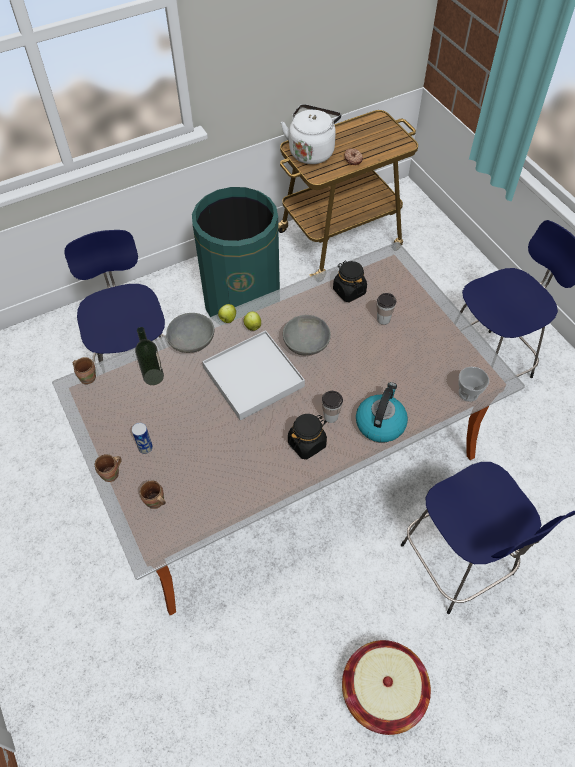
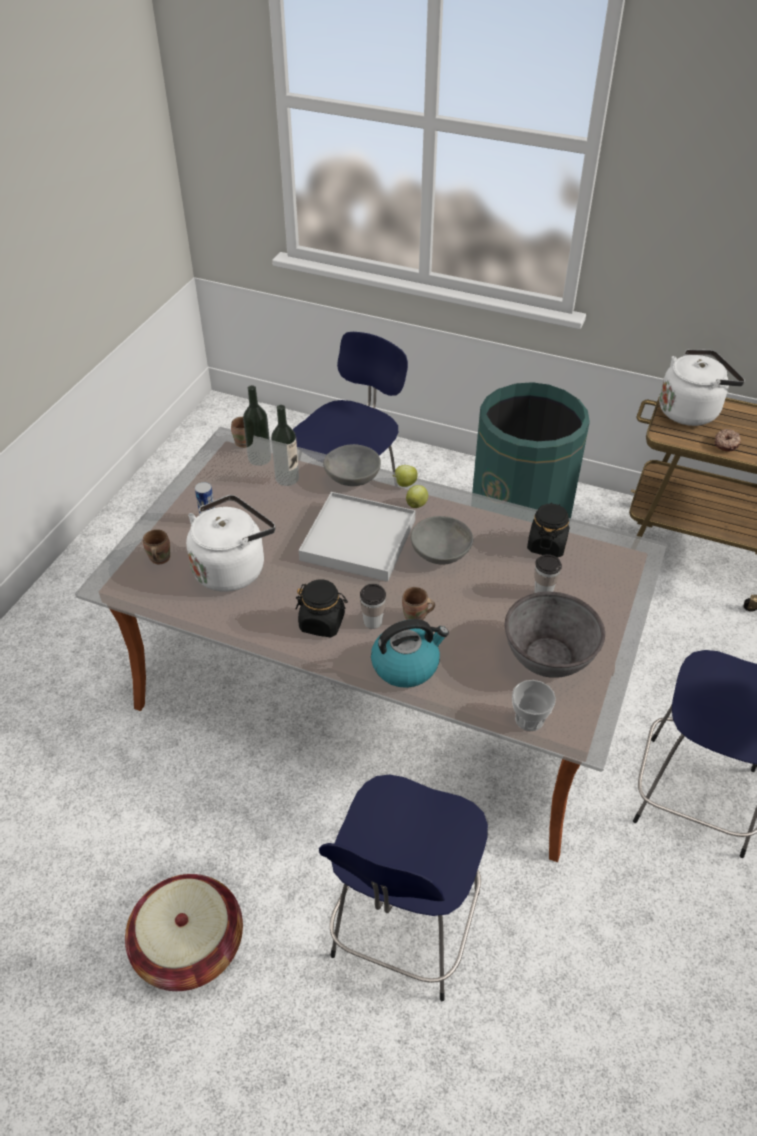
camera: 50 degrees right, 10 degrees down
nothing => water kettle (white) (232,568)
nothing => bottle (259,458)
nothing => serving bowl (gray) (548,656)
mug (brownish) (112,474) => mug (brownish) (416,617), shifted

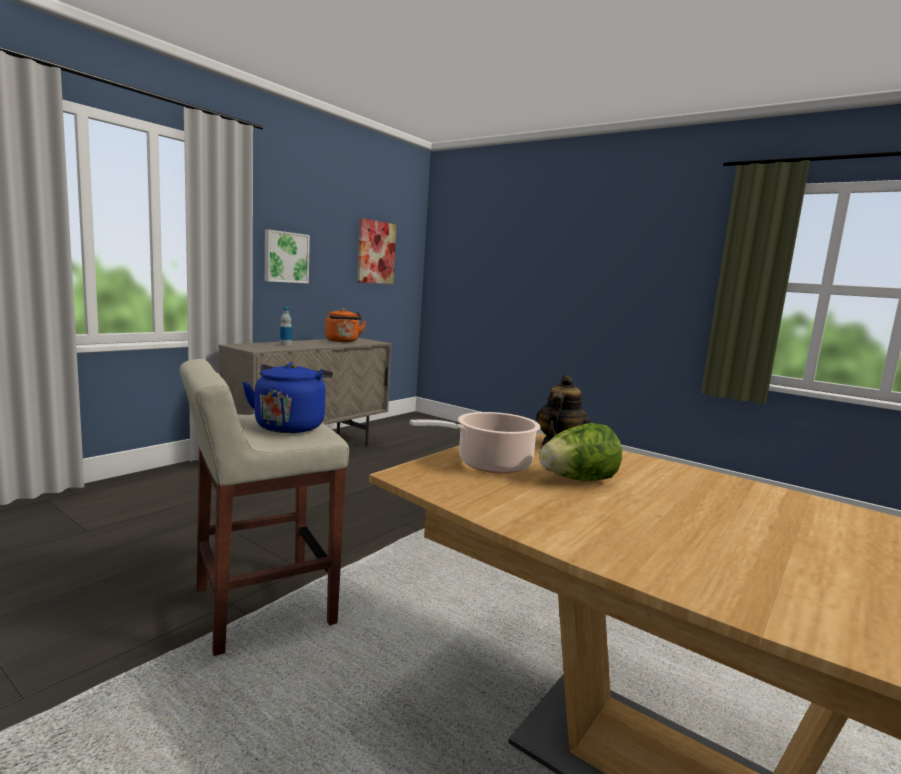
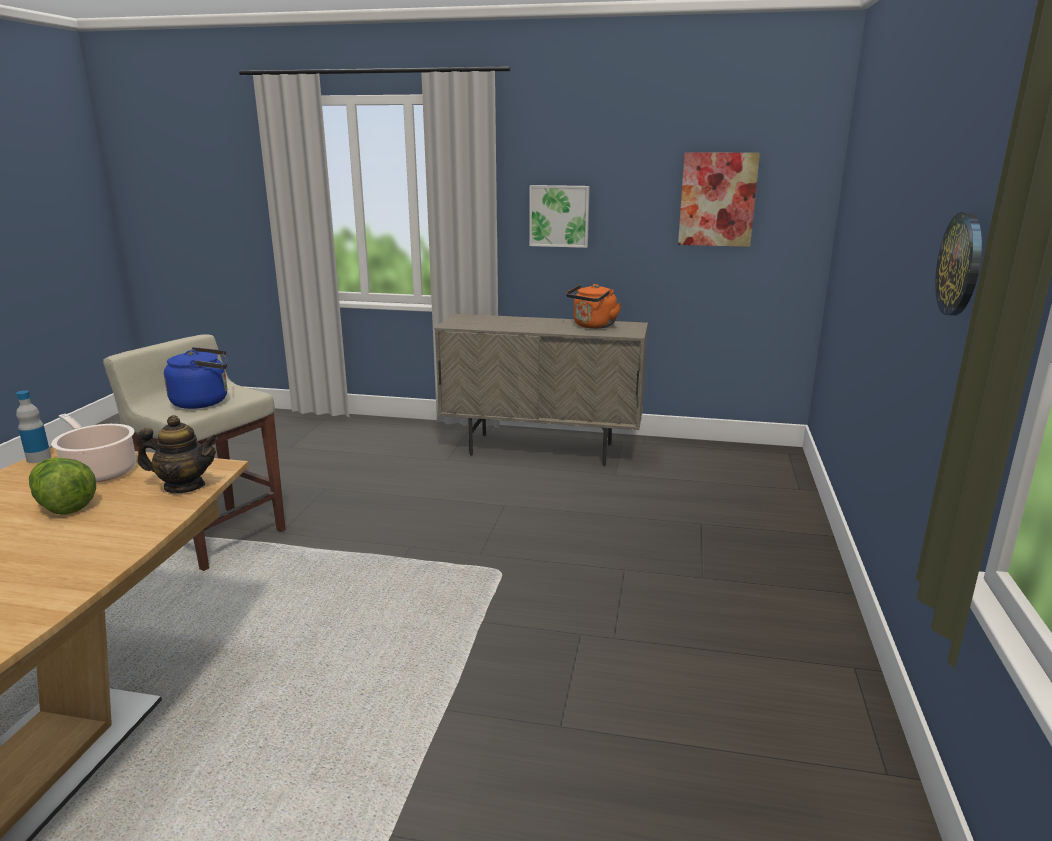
camera: 65 degrees right, 10 degrees up
nothing => hanging clock (961,264)
bottle (285,345) => bottle (39,458), shifted

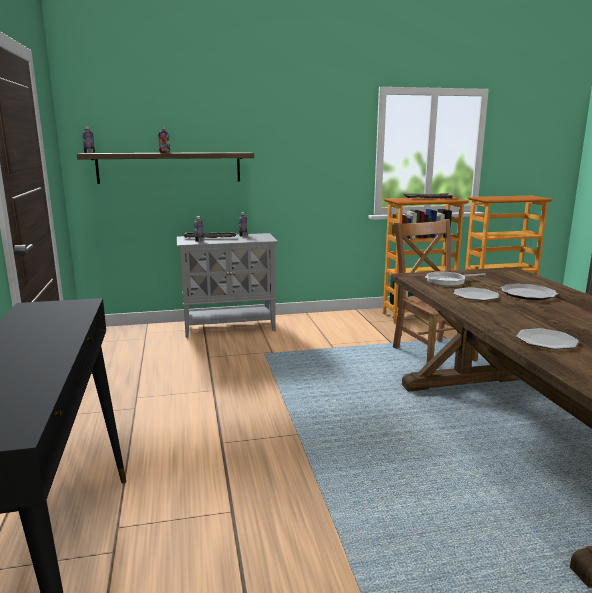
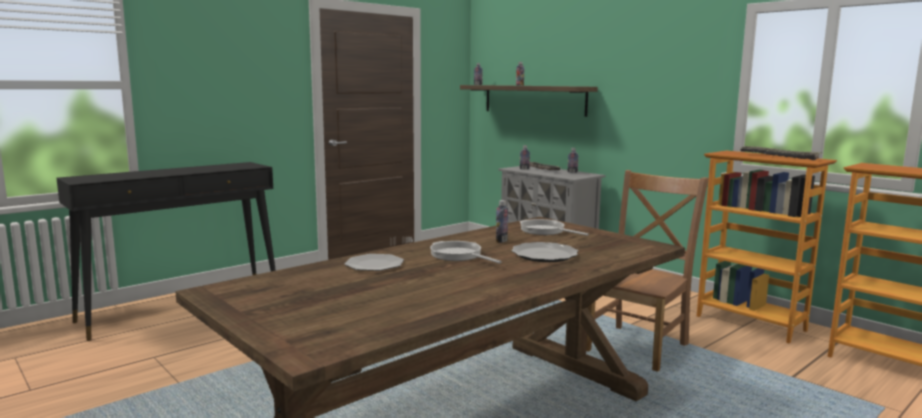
camera: 60 degrees right, 5 degrees down
nothing => frying pan (458,255)
flat dish (476,295) => bottle (501,241)

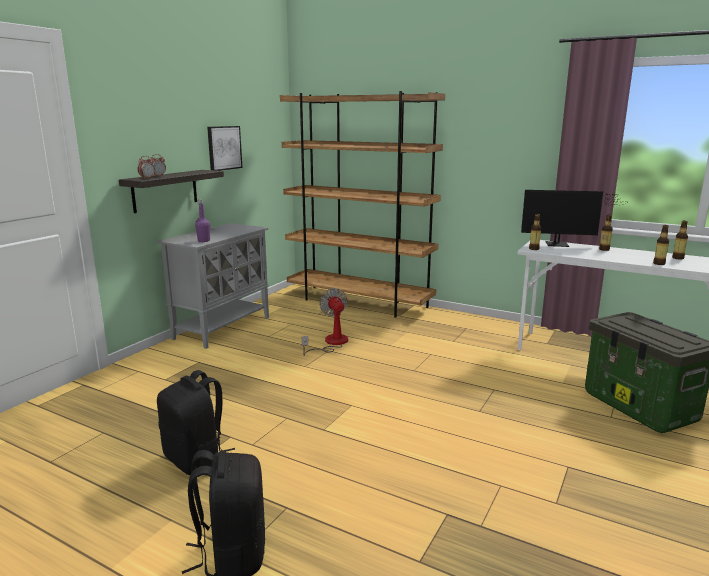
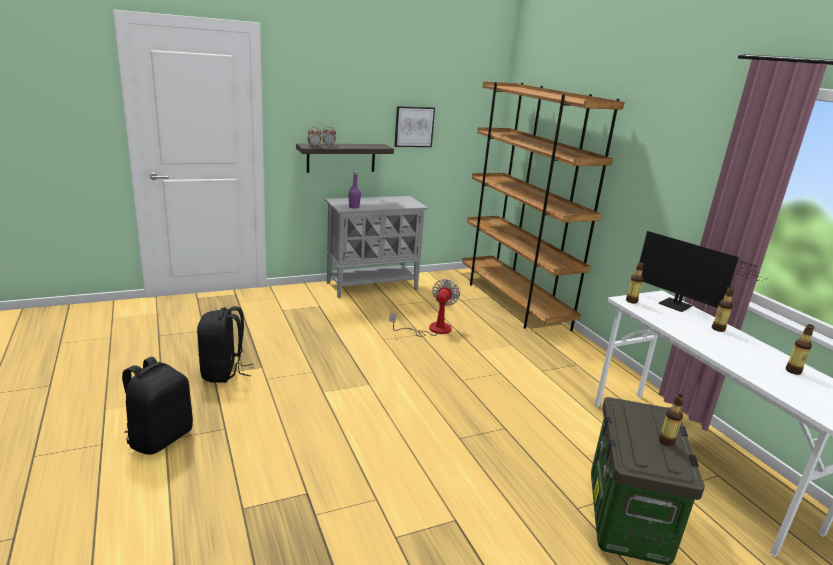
camera: 35 degrees right, 5 degrees up
bottle (659,263) => bottle (666,441), shifted

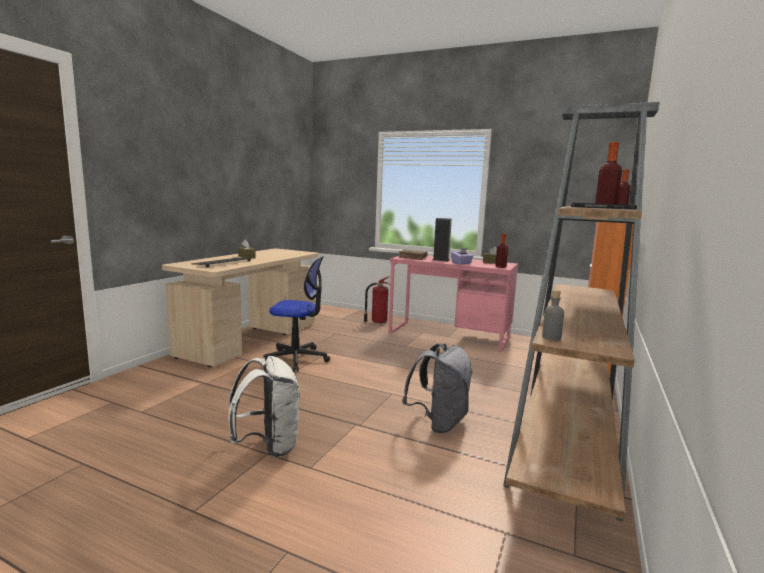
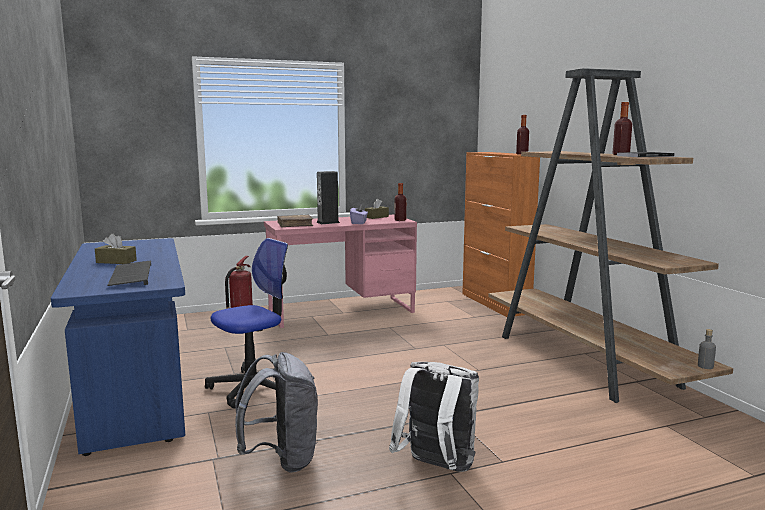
camera: 45 degrees left, 0 degrees up
rucksack (gray) (439,423) => rucksack (gray) (282,459), shifted
bottle (gray) (551,337) => bottle (gray) (705,366), shifted
desk unit (sand-coloured) (251,339) => desk unit (blue) (135,391)

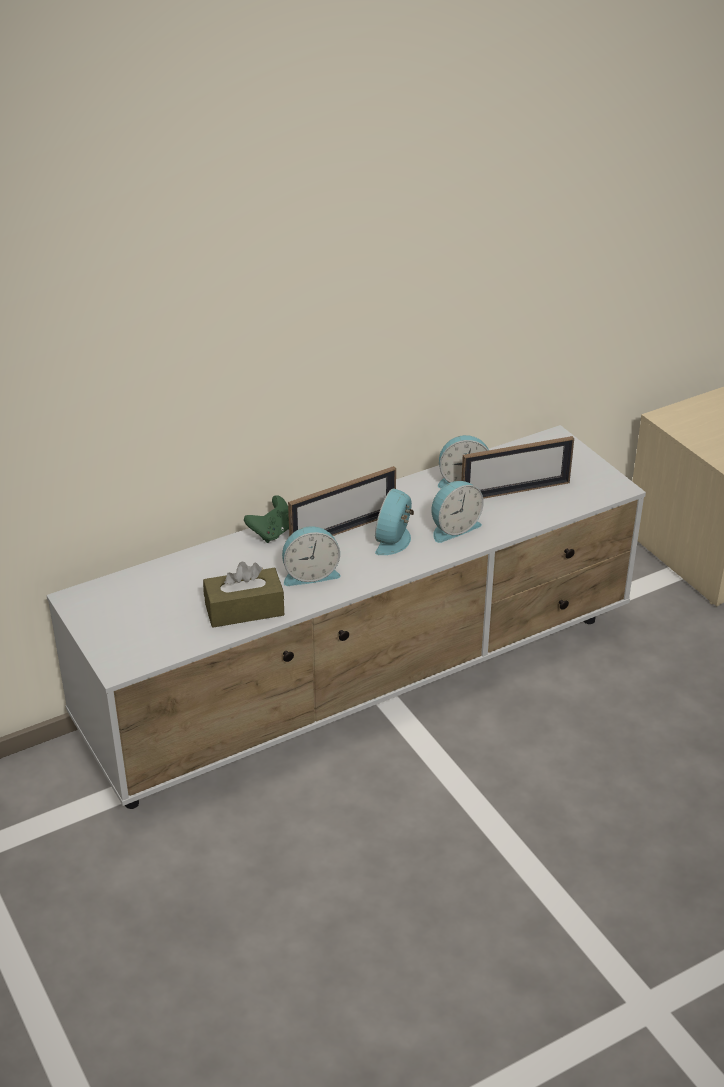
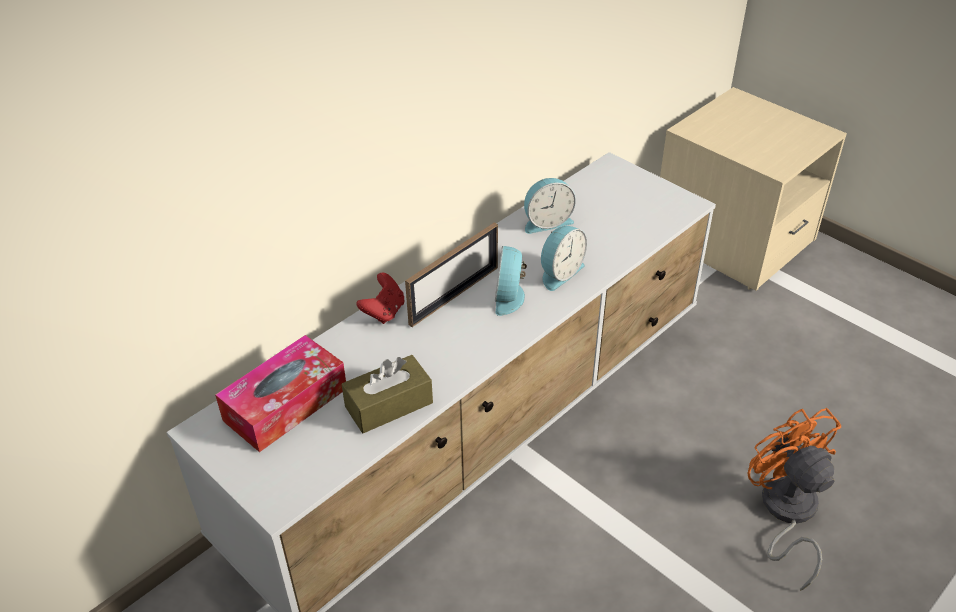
camera: 15 degrees left, 5 degrees up
bedside clock (310,574) => nothing
photo frame (515,491) => nothing
nothing => tissue box (286,404)
nothing => electric fan (orange) (785,513)
game controller (green-coloured) (272,533) => game controller (reddish) (384,312)

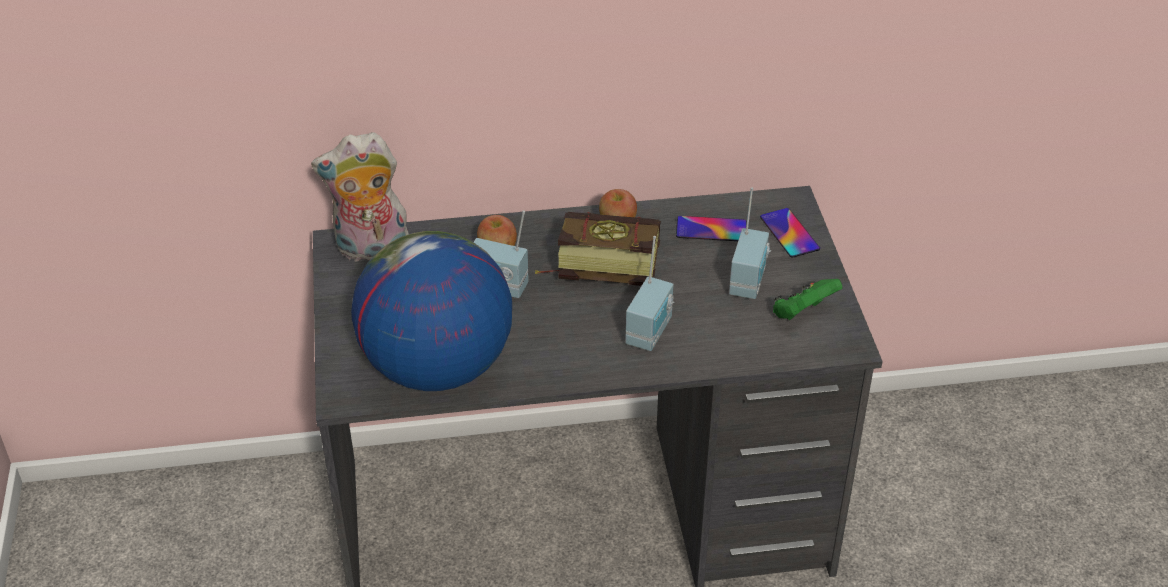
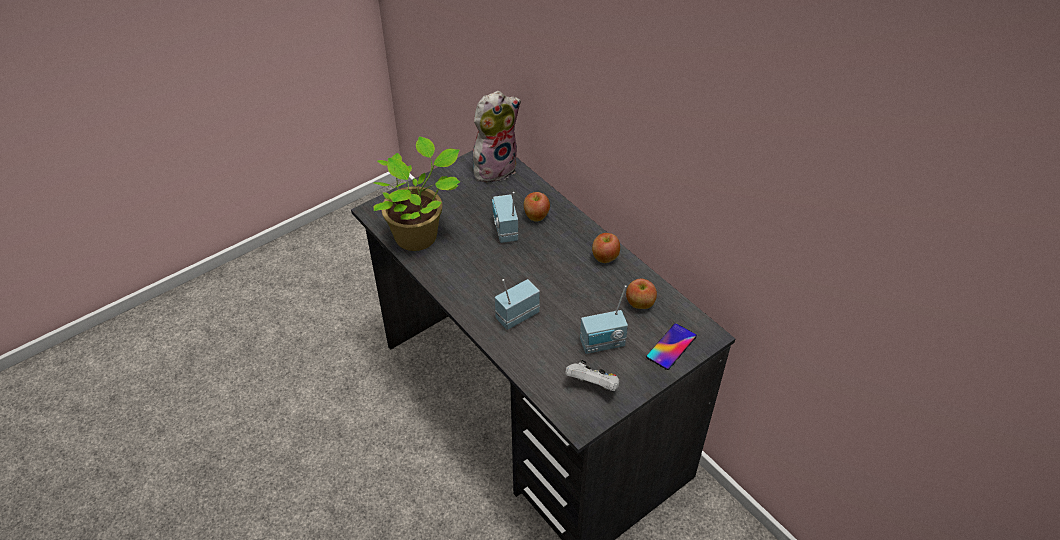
camera: 60 degrees right, 5 degrees up
bound book (597,267) => nothing
globe (436,368) => potted plant (419,235)
telephone (711,229) => apple fruit (639,304)
game controller (green-coloured) (802,313) => game controller (white) (593,385)
soft toy (370,251) => soft toy (495,167), 90 degrees clockwise
radio set (651,332) => radio set (516,315), 150 degrees clockwise

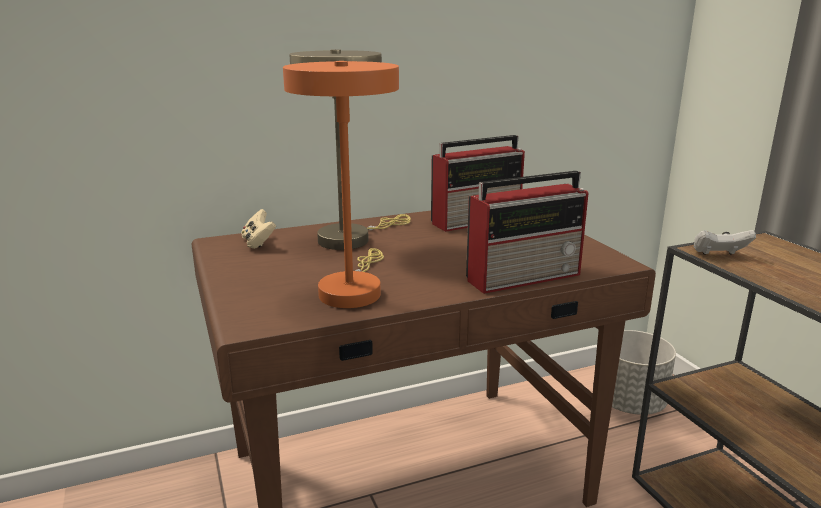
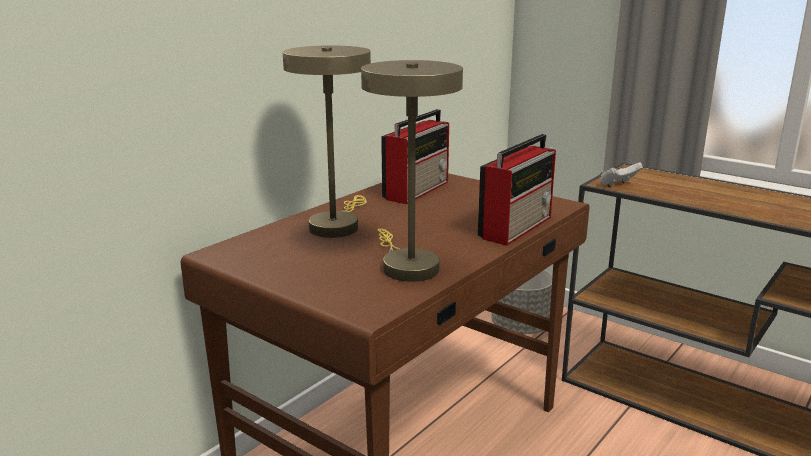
camera: 30 degrees left, 0 degrees up
game controller (sand-coloured) (258,243) => nothing
lamp for a table (orange) (352,289) => lamp for a table (sand-coloured) (406,265)

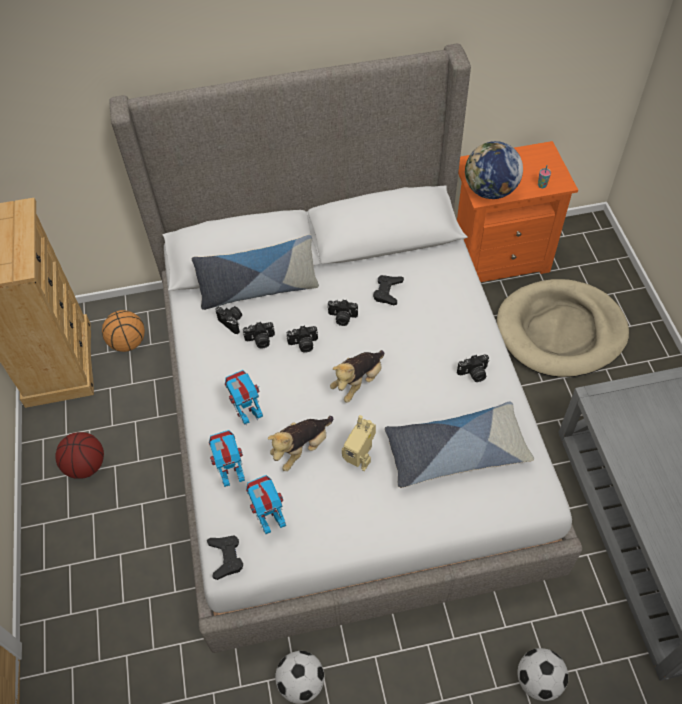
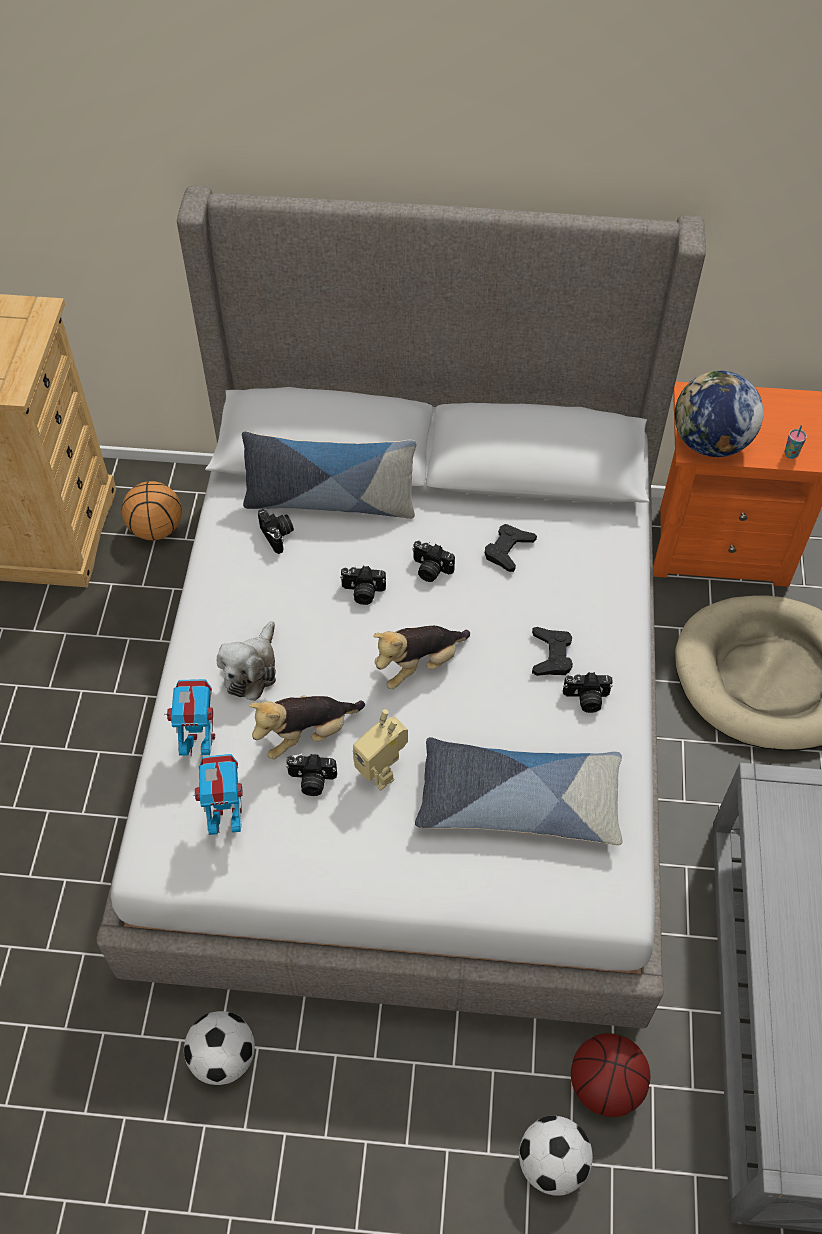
camera: 15 degrees right, 0 degrees up
basketball (85,465) => basketball (605,1084), shifted
game controller (black-coloured) (226,557) => game controller (black-coloured) (551,655), shifted
still camera (260,340) => still camera (311,781), shifted
toy robot (248,416) => soft toy (252,669)

